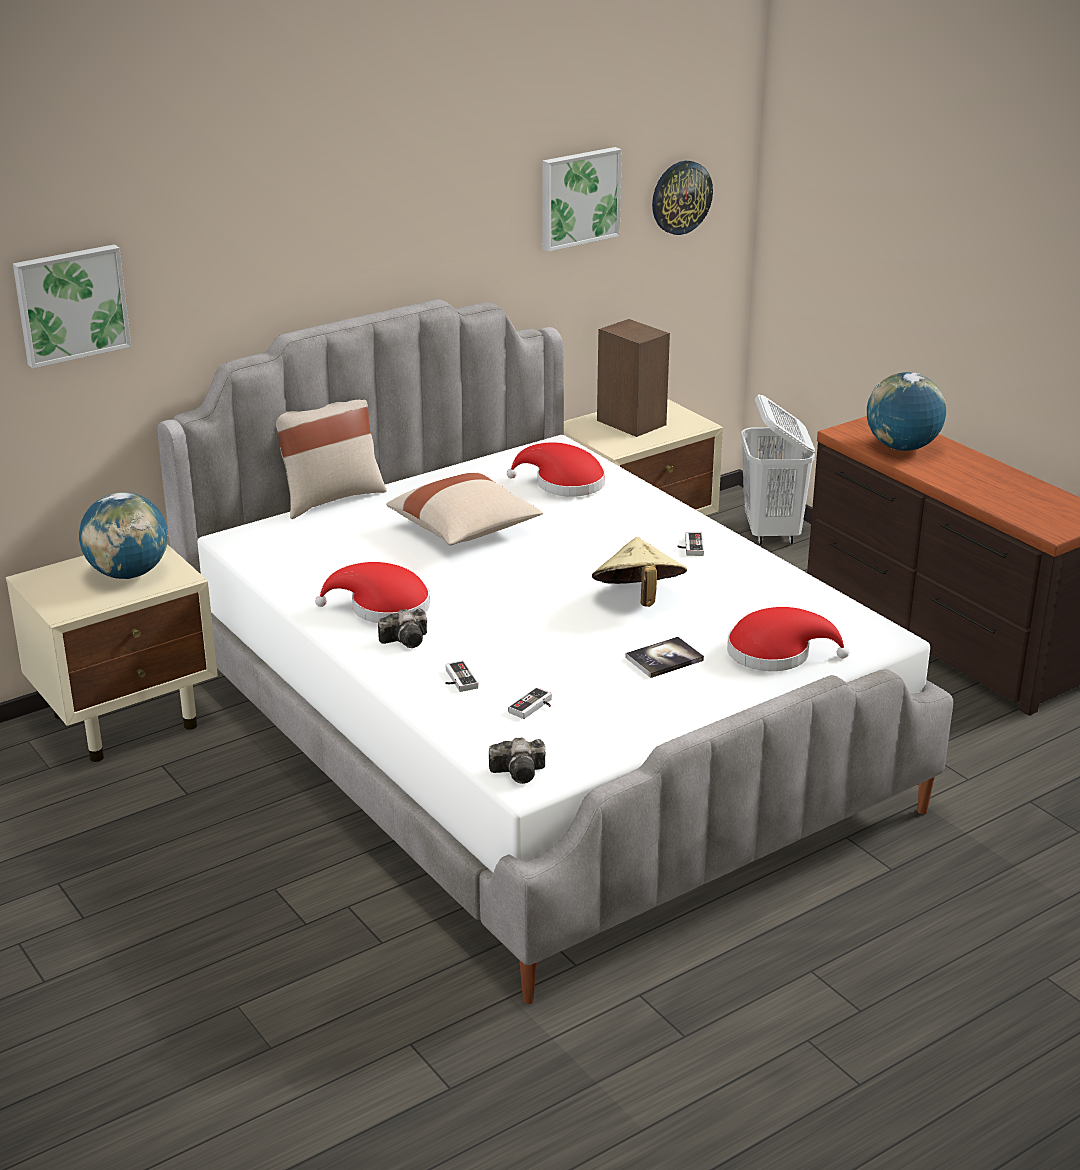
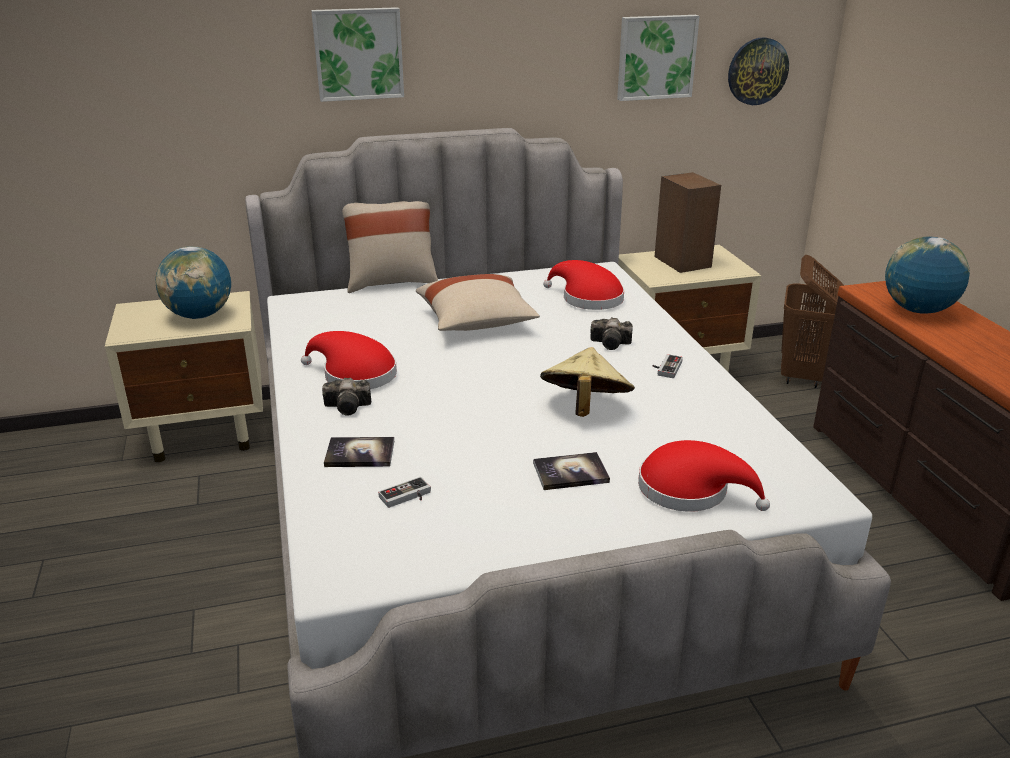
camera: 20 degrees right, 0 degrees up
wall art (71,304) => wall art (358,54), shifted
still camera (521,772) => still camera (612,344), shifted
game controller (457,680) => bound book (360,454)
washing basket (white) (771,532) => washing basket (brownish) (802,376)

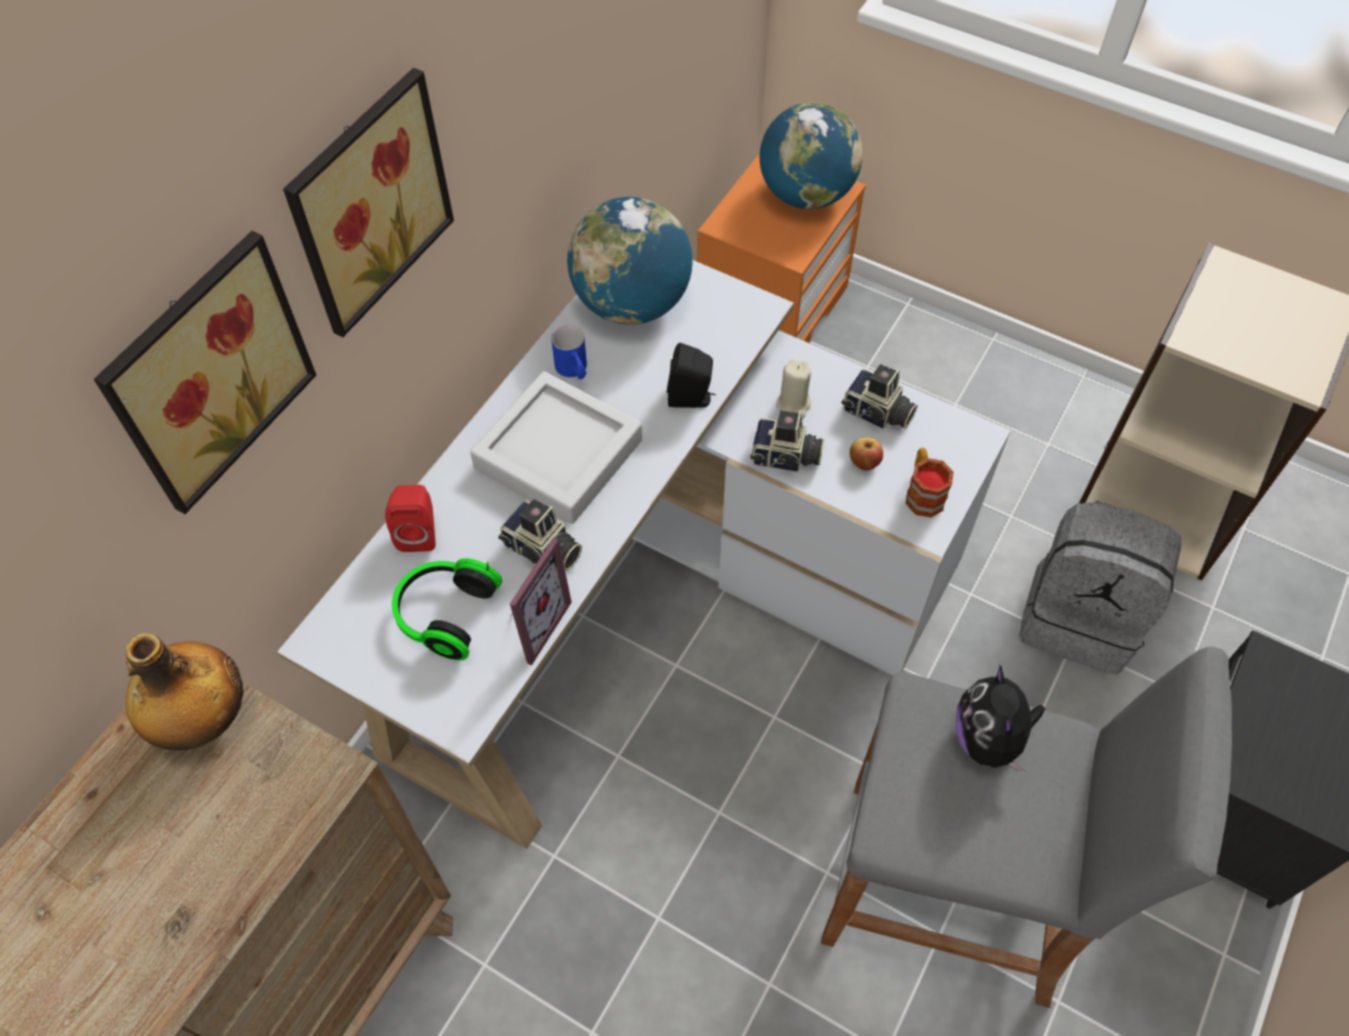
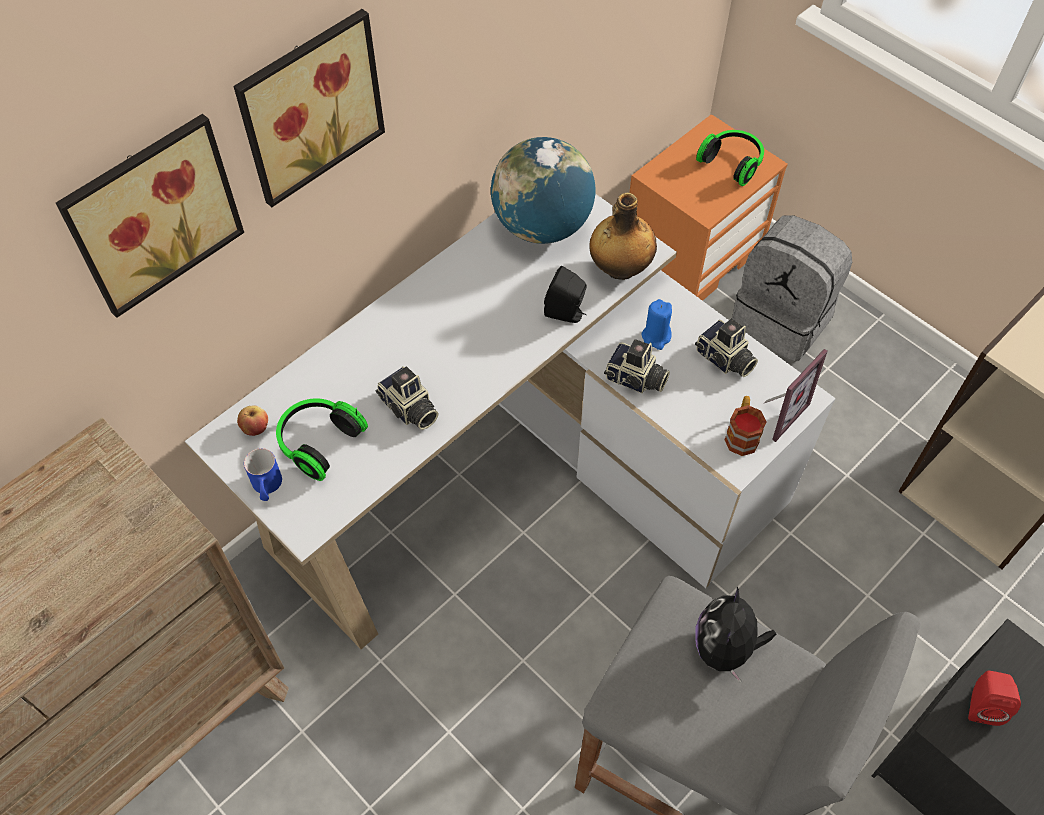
camera: 15 degrees right, 0 degrees up
serving tray (gray) (558,454) => nothing
bottle (204,719) => bottle (619,269), shifted
speaker (reddish) (419,532) => speaker (reddish) (982,704), shifted
photo frame (531,624) => photo frame (778,413), shifted
mug (blue) (574,371) => mug (blue) (267,488), shifted
apple fruit (864,462) => apple fruit (255,428), shifted
rucksack (gray) (1080,617) => rucksack (gray) (783,319), shifted
globe (806,195) => headset (732,163)
candle (sand-coloured) (793,404) => candle (blue) (656,336)

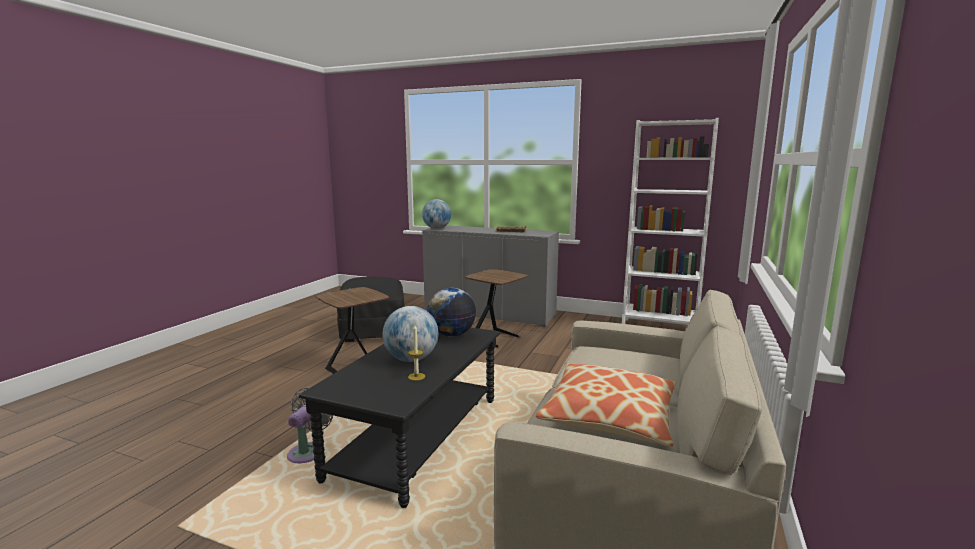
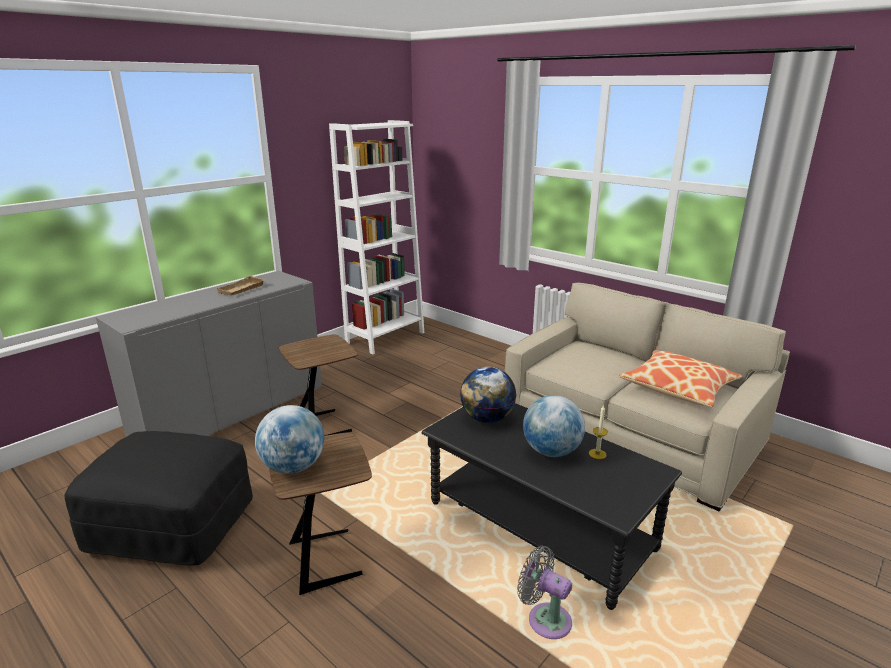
camera: 70 degrees left, 10 degrees up
globe (436,228) => globe (293,467), shifted

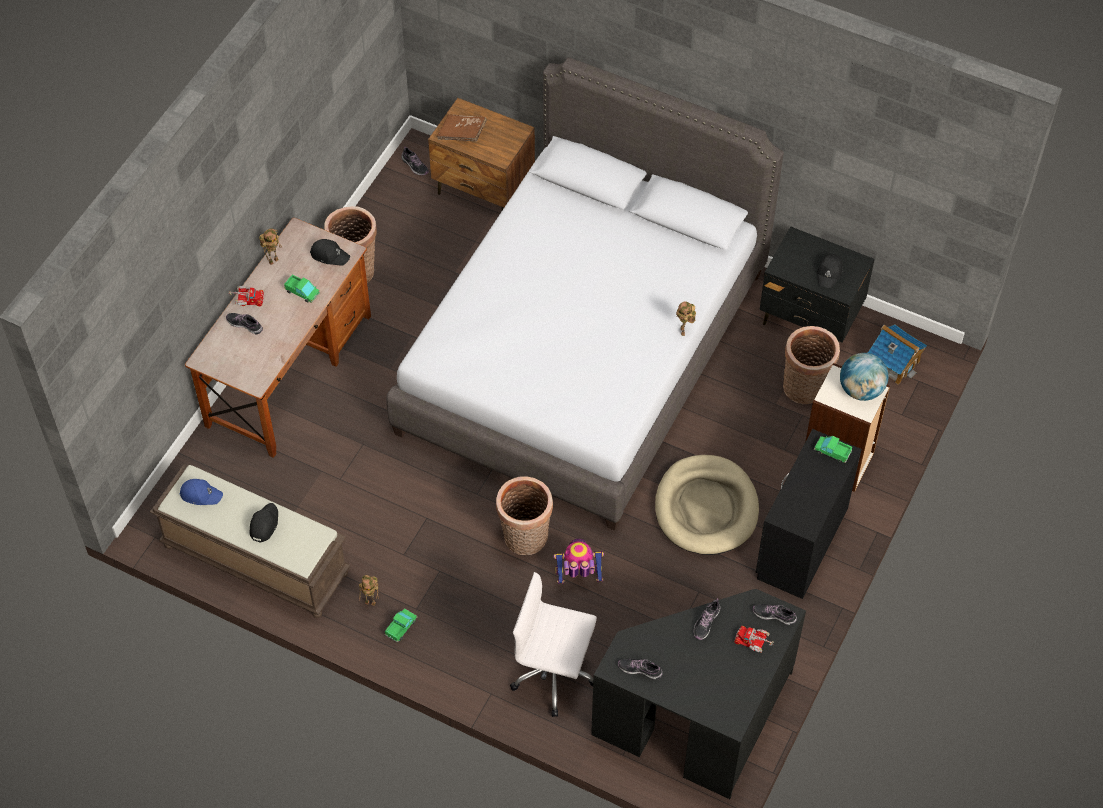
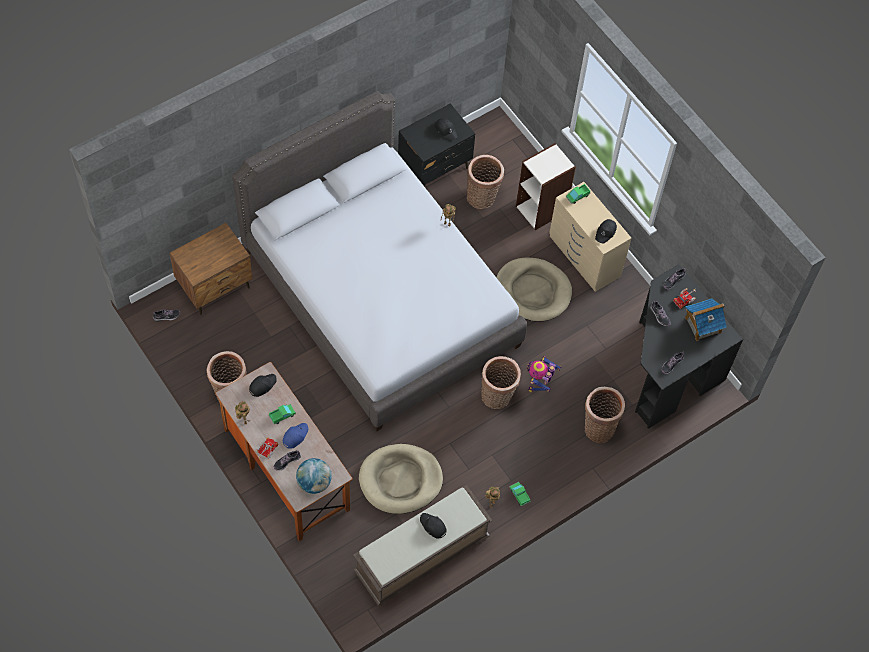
camera: 65 degrees left, 5 degrees up
bound book (brownish) (462,133) => nothing
nothing => dog bed (sand-coloured) (400,480)
nothing => peaked cap (black-coloured) (606,232)
peaked cap (blue) (201,494) => peaked cap (blue) (295,436), shifted
globe (861,390) => globe (314,483), shifted
toy house (894,362) => toy house (702,325), shifted
desk chair (white) (555,674) => household basket (598,427)
drawer chest (black-coloured) (800,543) => drawer chest (sand-coloured) (584,257)

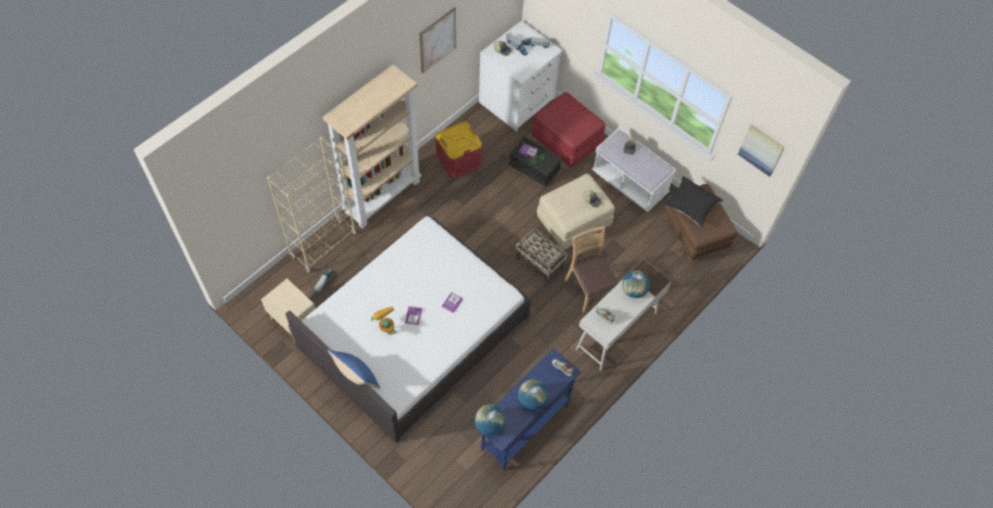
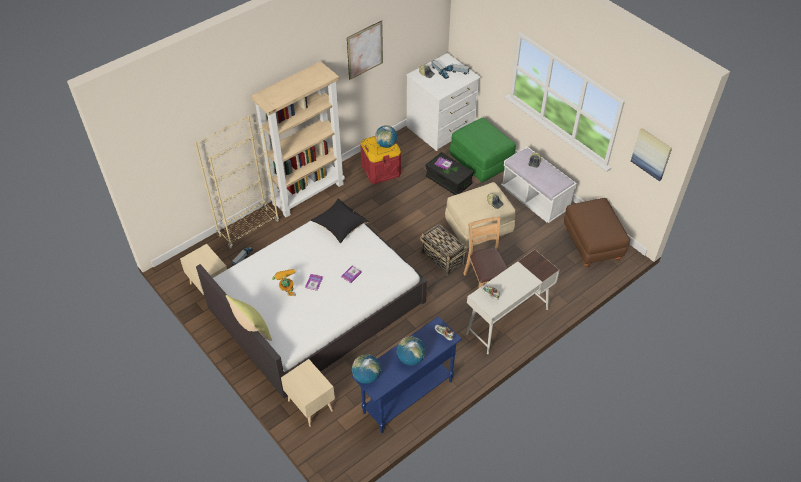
camera: 10 degrees right, 10 degrees down
nothing => bedside table (sand-coloured) (310,404)
globe (633,290) => globe (386,144), shifted
cushion (black-coloured) (690,206) => cushion (black-coloured) (339,226), shifted
cushion (blue) (356,377) => cushion (yellow-coloured) (251,329)
ottoman (reddish) (567,140) => ottoman (green-coloured) (482,161)

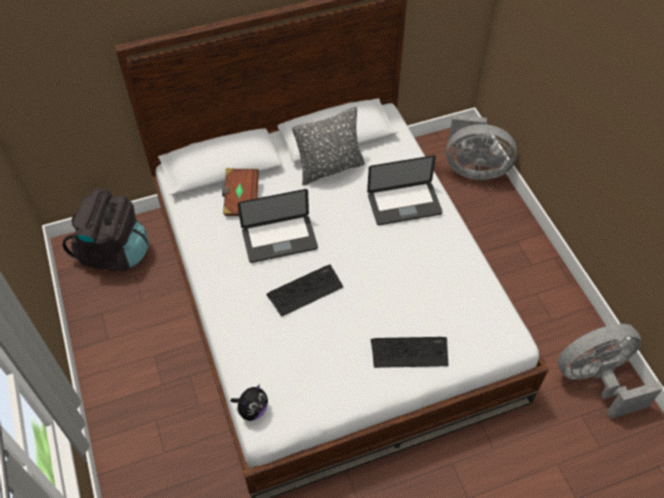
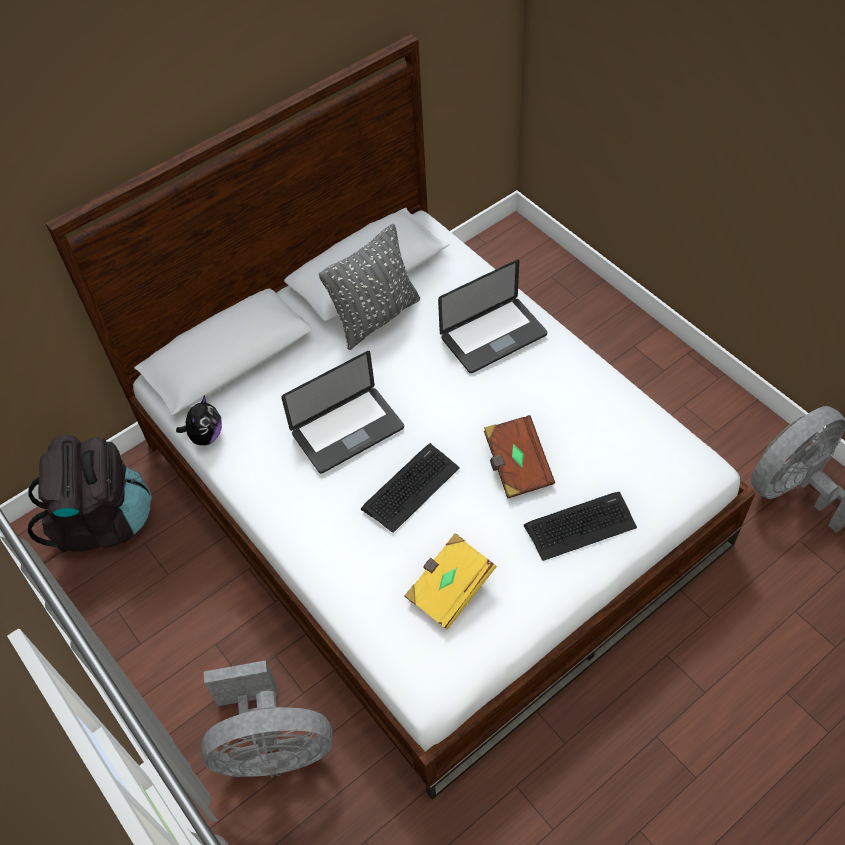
camera: 15 degrees left, 0 degrees up
nothing => bound book (yellow-coloured) (449,588)
bound book (brownish) (241,199) => bound book (brownish) (516,466), shifted
soft toy (252,409) => soft toy (205,436), shifted
electric fan (gray) (473,168) => electric fan (gray) (272,748), shifted

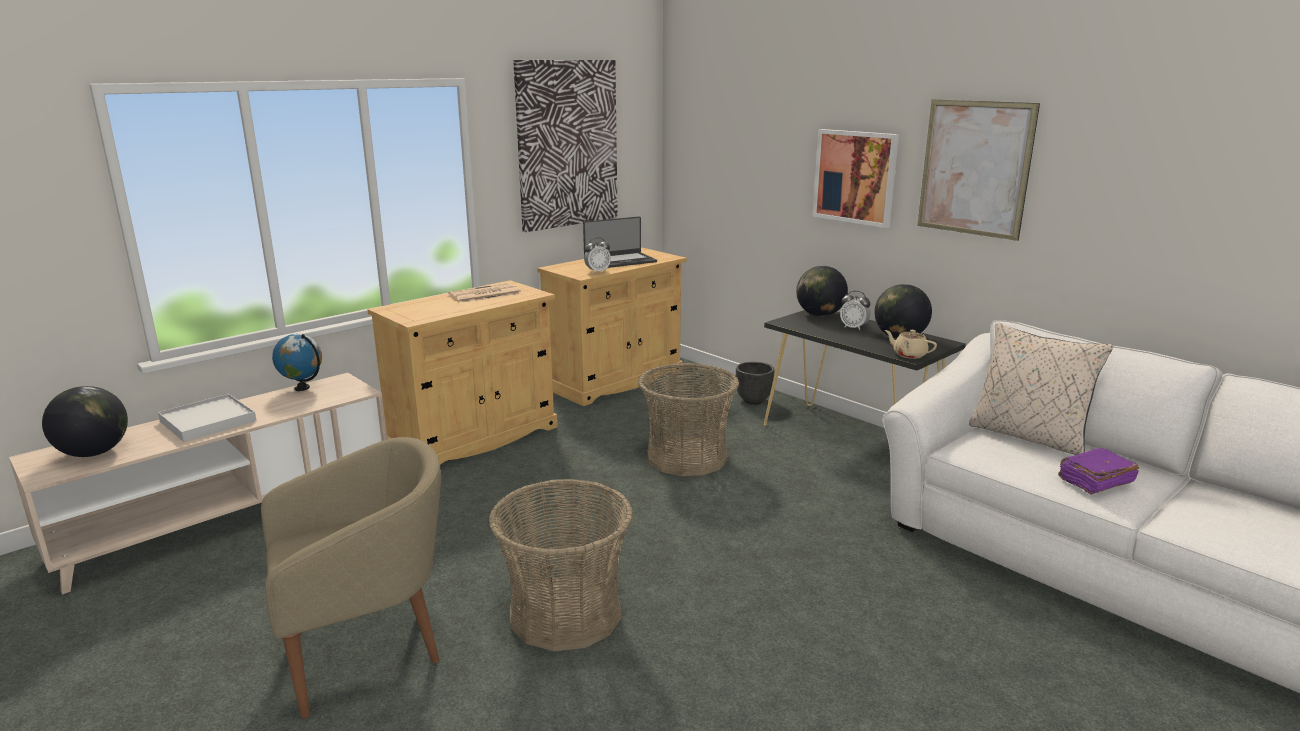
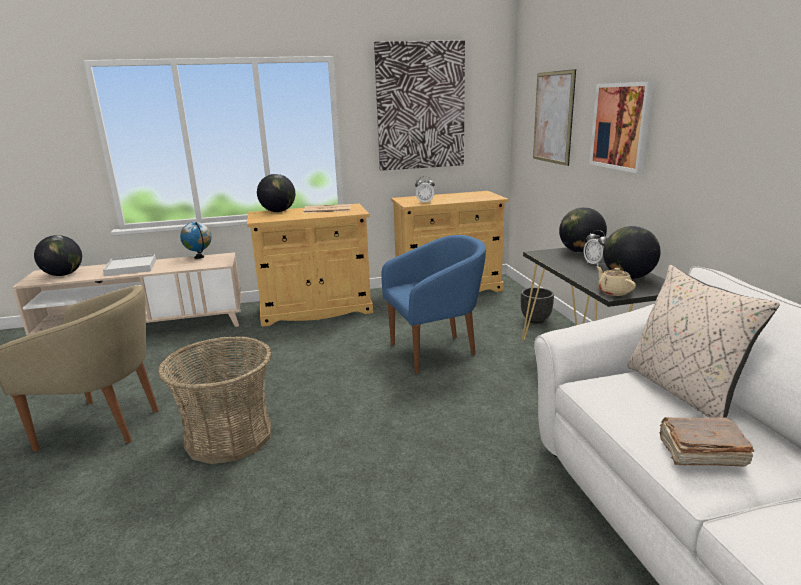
camera: 30 degrees right, 0 degrees up
notebook computer (620,261) => nothing
nothing => globe (278,211)
wall art (974,168) => wall art (553,117), shifted
household basket (687,457) => lounge chair (blue) (435,351)
bound book (purple-coloured) (1094,481) => bound book (brownish) (700,453)

